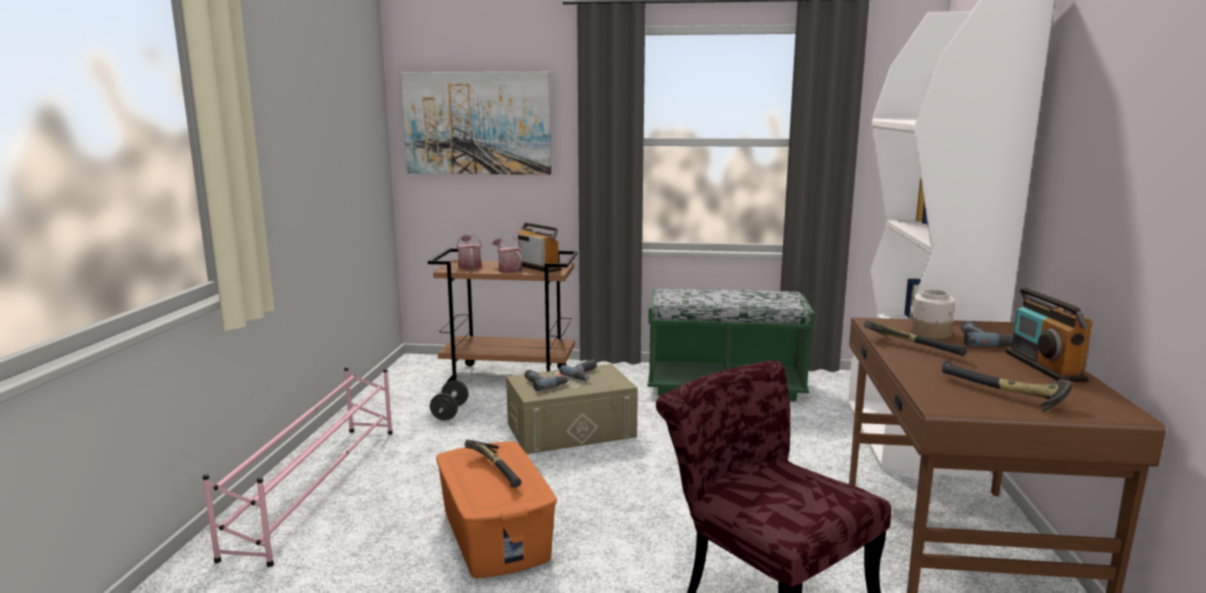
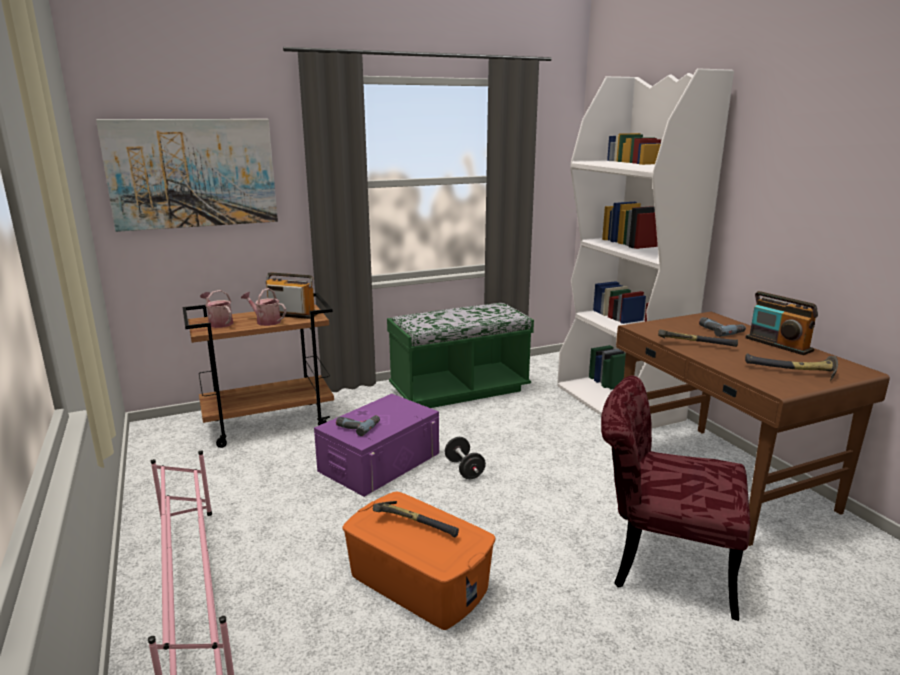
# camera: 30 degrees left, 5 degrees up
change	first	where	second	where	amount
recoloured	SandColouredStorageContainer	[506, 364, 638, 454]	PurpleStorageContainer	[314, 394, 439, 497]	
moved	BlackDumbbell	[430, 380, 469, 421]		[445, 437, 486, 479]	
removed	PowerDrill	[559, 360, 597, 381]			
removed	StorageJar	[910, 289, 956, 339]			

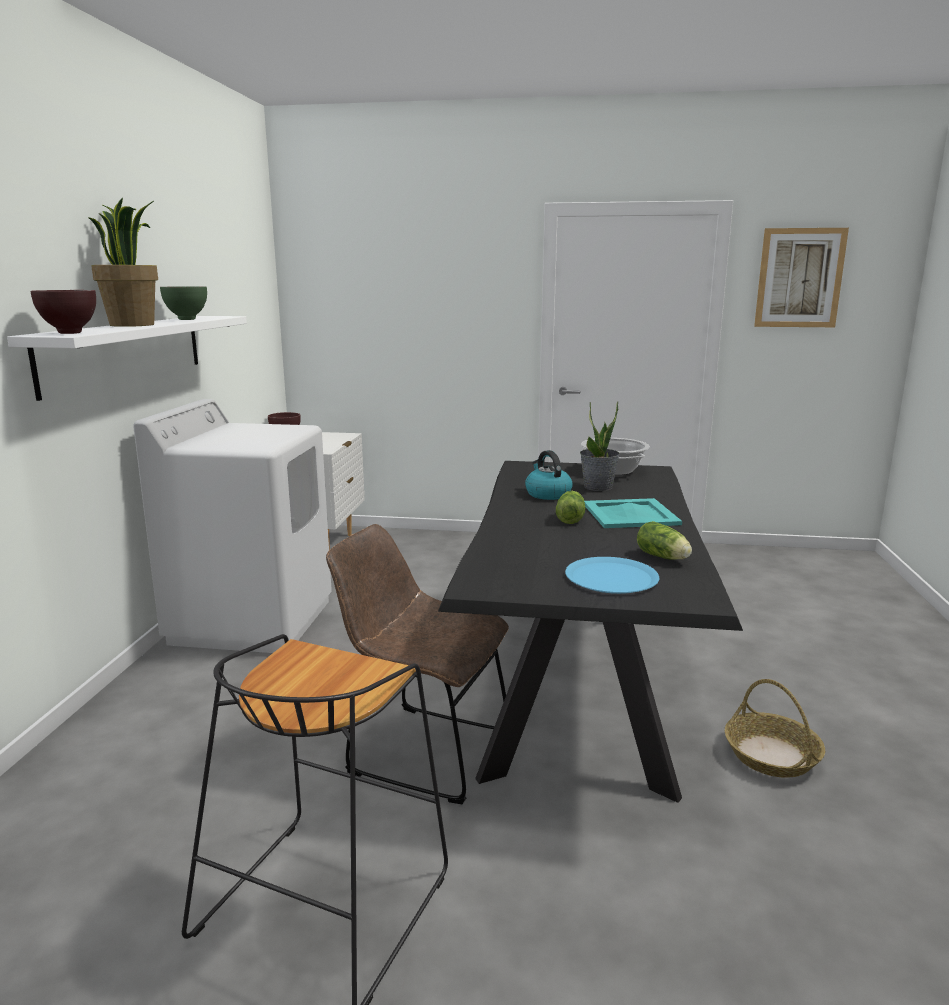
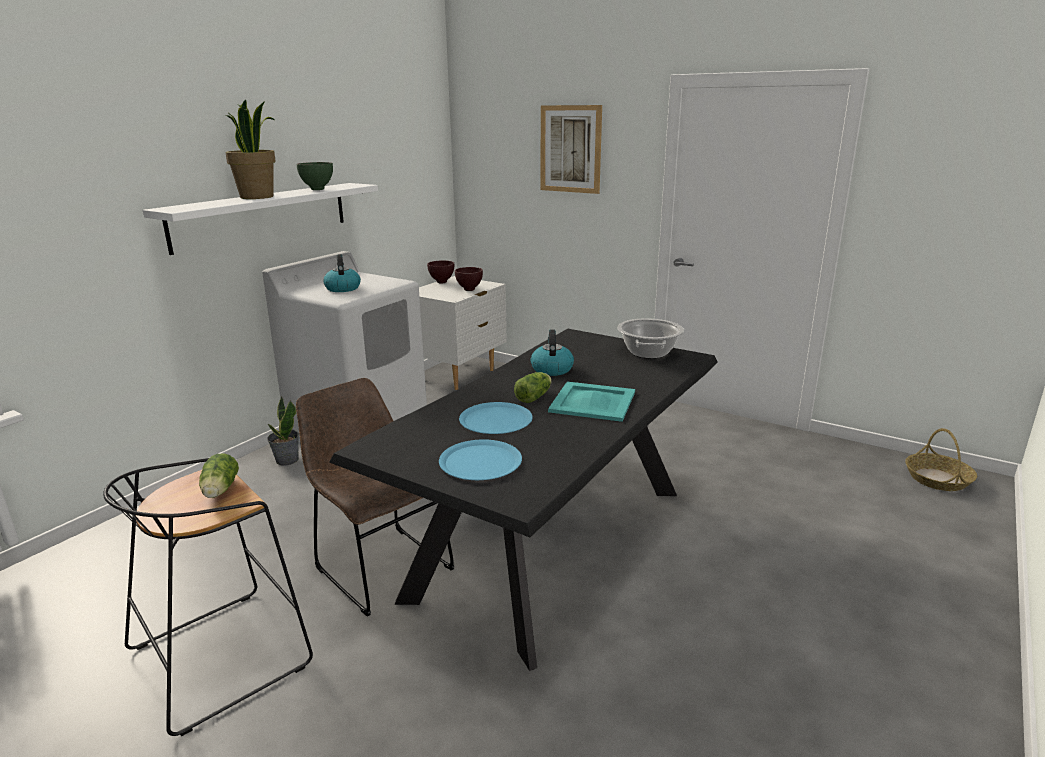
# camera: 25 degrees right, 5 degrees up
change	first	where	second	where	amount
moved	LettuceHead	[637, 521, 692, 560]		[199, 453, 239, 498]	
moved	Houseplant	[580, 401, 620, 491]		[267, 396, 299, 466]	
added			WaterKettle	[323, 254, 361, 292]	
moved	BrownBowl	[31, 290, 96, 334]		[455, 267, 483, 291]	
added			BluishDinnerPlate	[459, 402, 533, 434]	
moved	WallArt	[754, 228, 849, 327]		[541, 105, 602, 194]	
moved	HouseholdBasket	[725, 679, 825, 778]		[905, 428, 977, 491]	

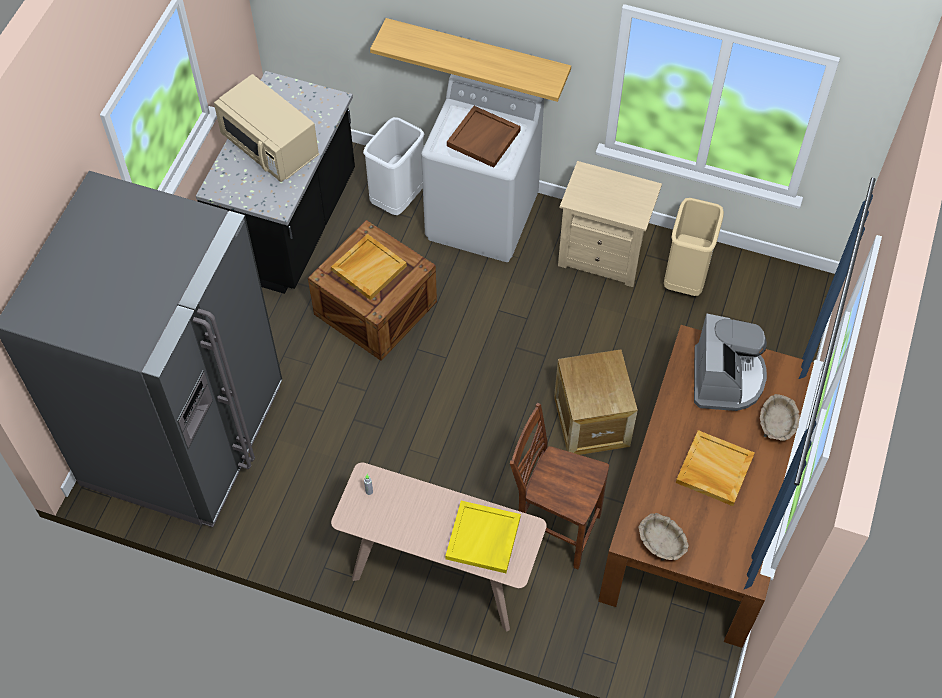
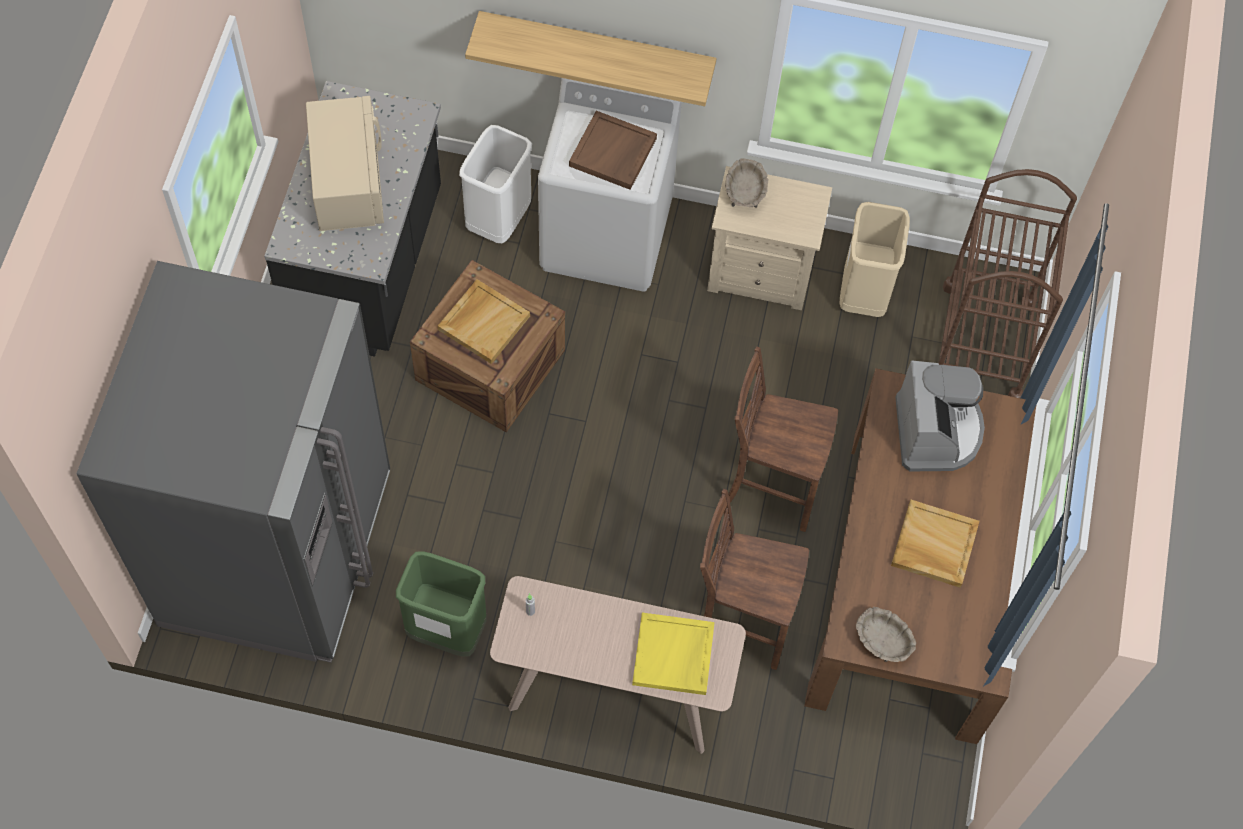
# camera: 10 degrees left, 5 degrees up
change	first	where	second	where	amount
turned	SandColouredMicrowaveOven	[214, 74, 319, 182]		[306, 96, 384, 231]	135 degrees counterclockwise
added			GreenColouredRubbishBin	[396, 551, 487, 657]	
moved	SandColouredBowl	[760, 394, 800, 441]		[725, 158, 768, 208]	
replaced	PackingCrate	[554, 349, 638, 455]	BrownUprightChair	[728, 347, 838, 532]	
added			BrownCart	[938, 169, 1077, 398]	

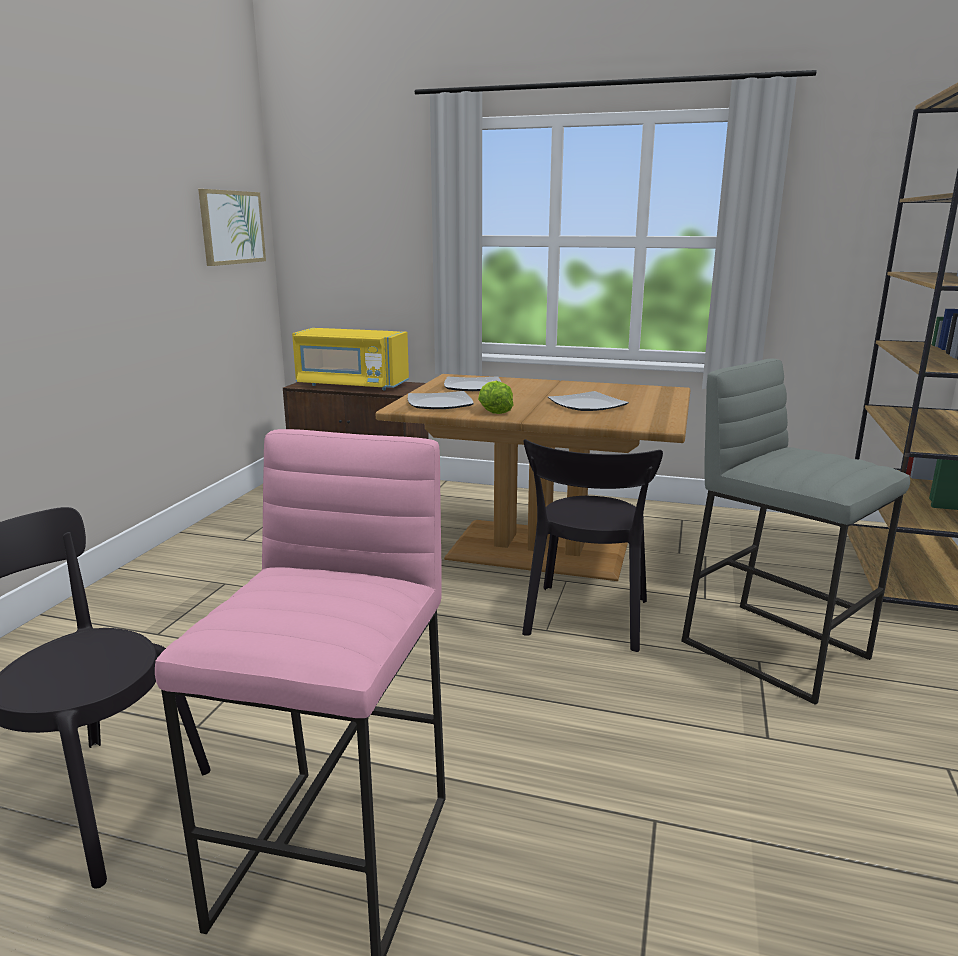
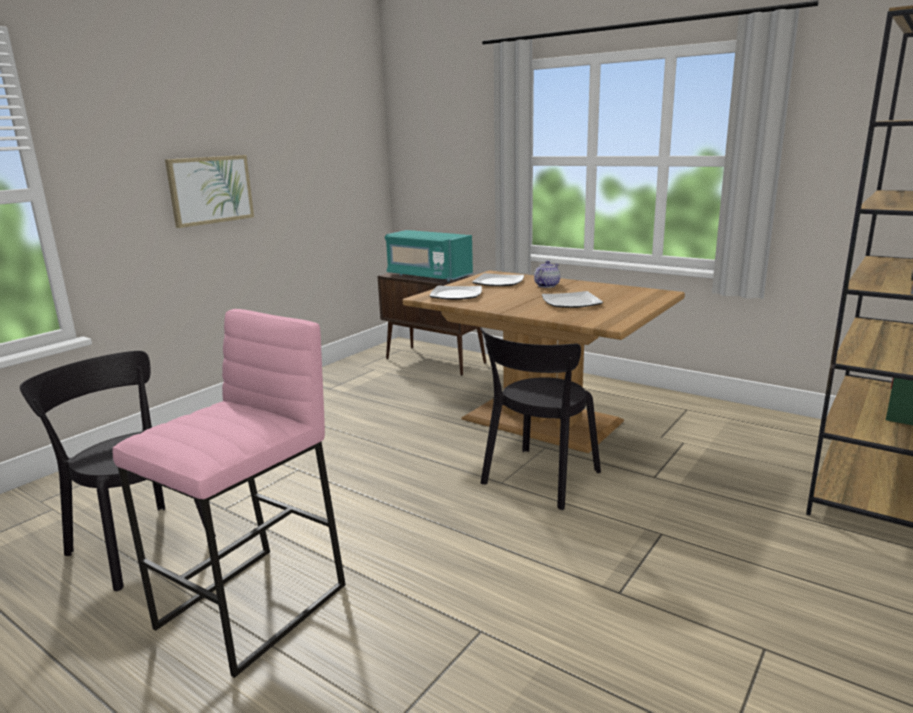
# camera: 20 degrees right, 0 degrees up
change	first	where	second	where	amount
moved	WallArt	[198, 189, 266, 266]		[165, 155, 254, 228]	
recoloured	YellowishMicrowaveOven	[292, 328, 409, 390]	TurquoiseColouredMicrowaveOven	[385, 230, 473, 282]	
added			PotForTea	[534, 261, 560, 288]	
removed	LettuceHead	[478, 381, 513, 414]			
removed	GraySittingStool	[681, 358, 910, 705]			

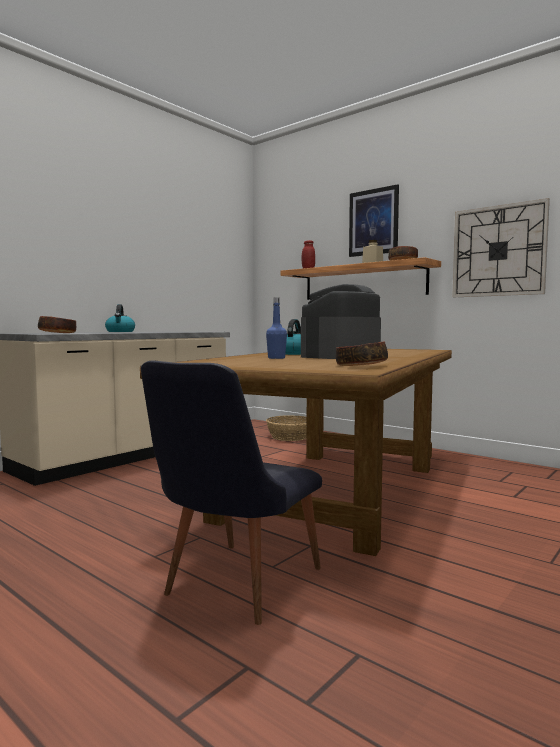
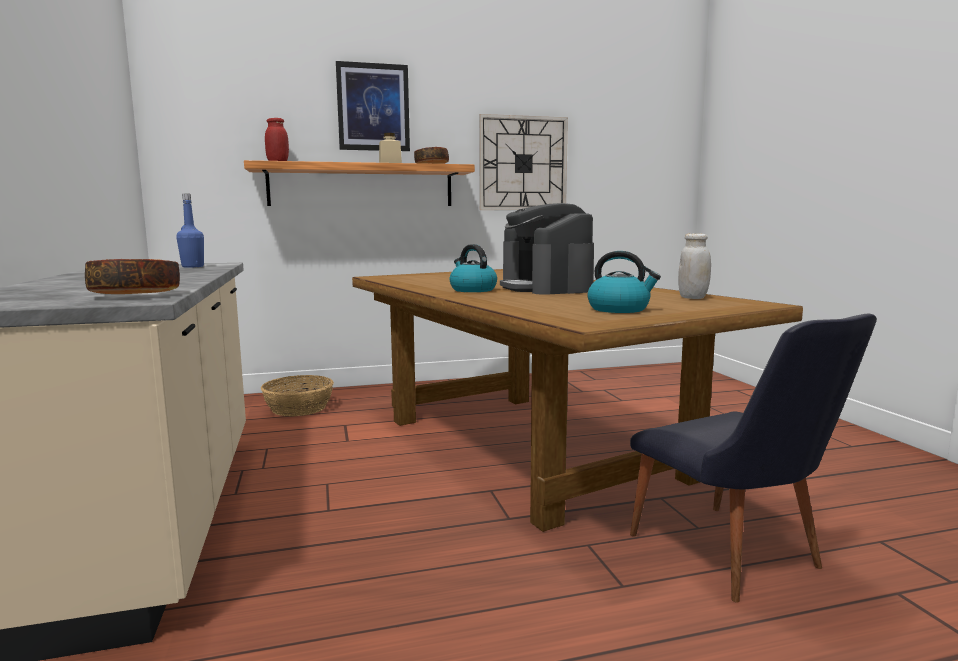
# camera: 55 degrees left, 5 degrees up
change	first	where	second	where	amount
moved	BluishBottle	[266, 297, 287, 359]		[176, 193, 204, 268]	
moved	WaterKettle	[105, 304, 135, 332]		[587, 251, 661, 313]	
replaced	Bowl	[336, 342, 388, 366]	WhiteColouredStorageJar	[678, 233, 711, 299]	

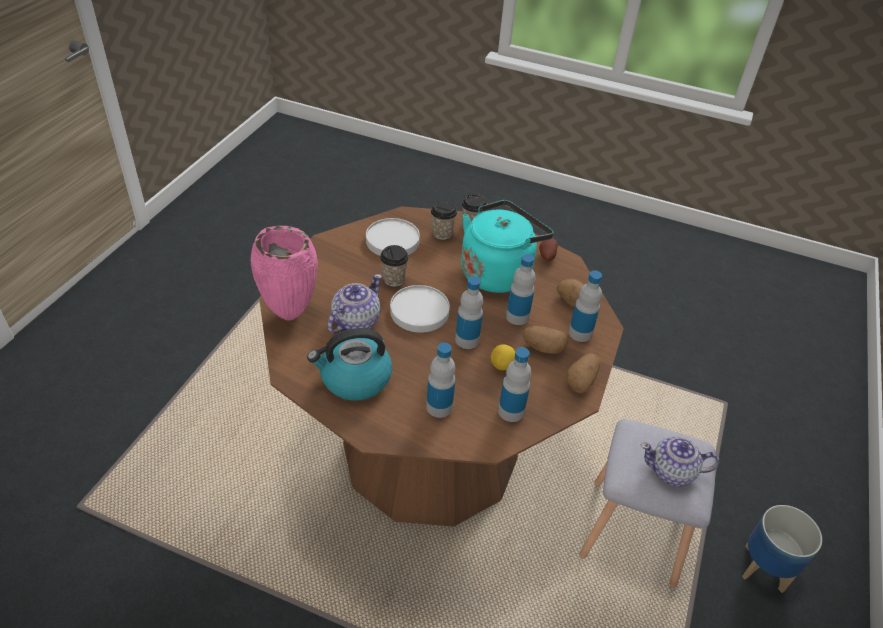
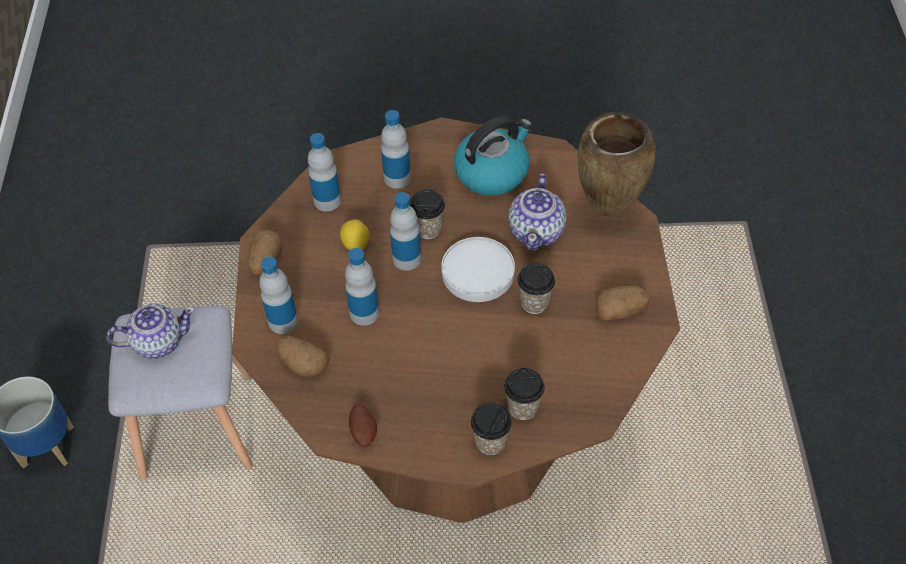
# camera: 160 degrees right, 10 degrees up
change	first	where	second	where	amount
added			SmallCup	[409, 189, 445, 239]	
recoloured	PinkFlowerVase	[251, 226, 318, 321]	BrownFlowerVase	[578, 112, 656, 216]	
moved	Potato	[523, 326, 568, 354]		[595, 286, 649, 321]	
removed	WhiteColouredDinnerPlate	[366, 218, 420, 256]			
removed	TurquoiseColouredWaterKettle	[461, 200, 554, 293]			

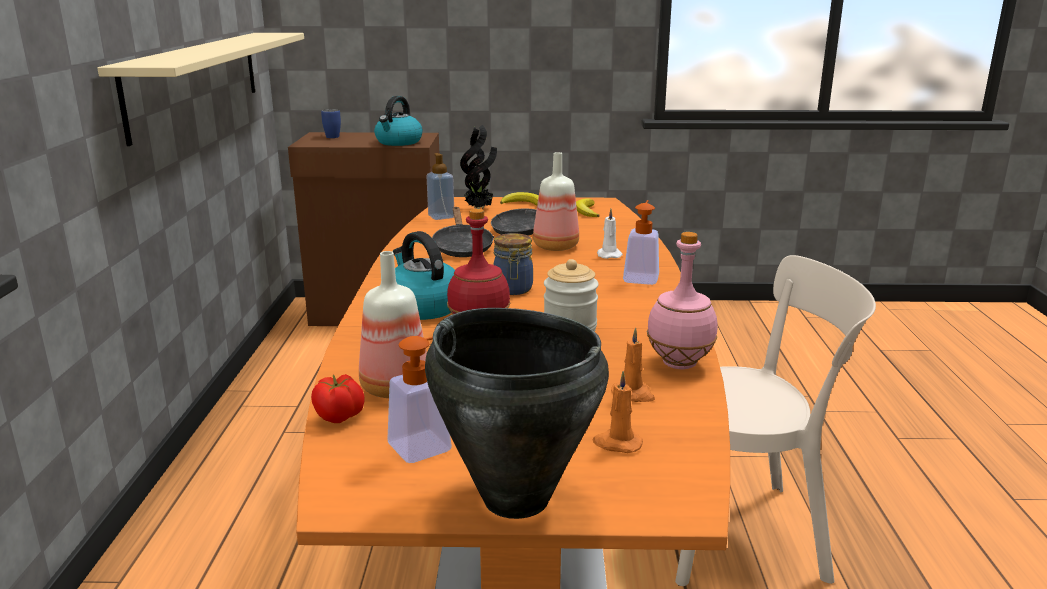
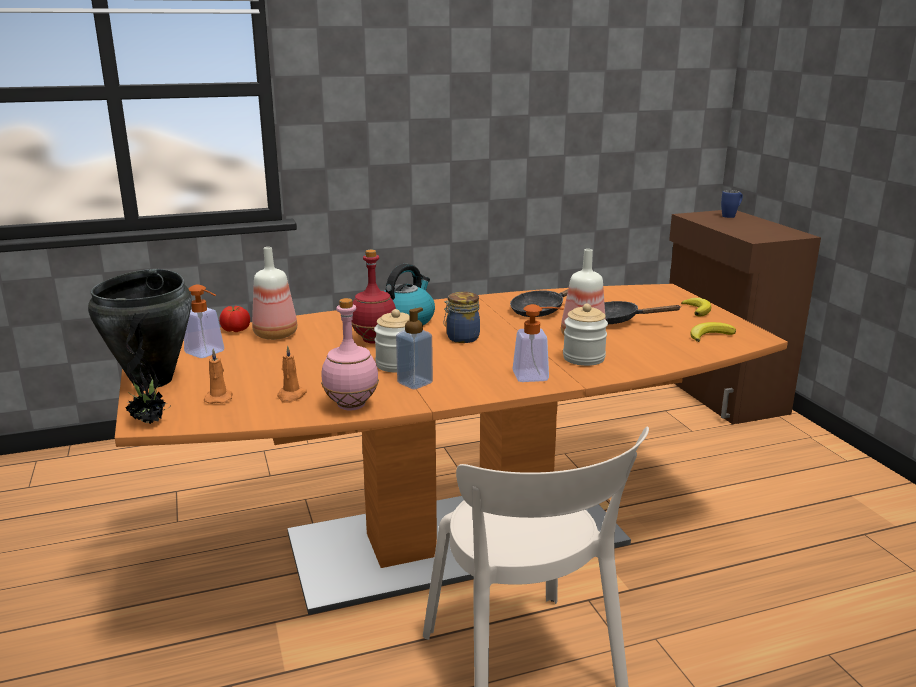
# camera: 70 degrees right, 0 degrees up
change	first	where	second	where	amount
moved	Houseplant	[460, 125, 497, 209]		[126, 312, 171, 424]	
moved	SoapDispenser	[426, 153, 454, 220]		[396, 307, 433, 389]	
replaced	WhiteColouredCandle	[597, 209, 623, 259]	StorageJar	[563, 304, 608, 366]	
removed	SandColouredBracketShelf	[97, 33, 304, 146]			
removed	WaterKettle	[374, 96, 423, 146]			

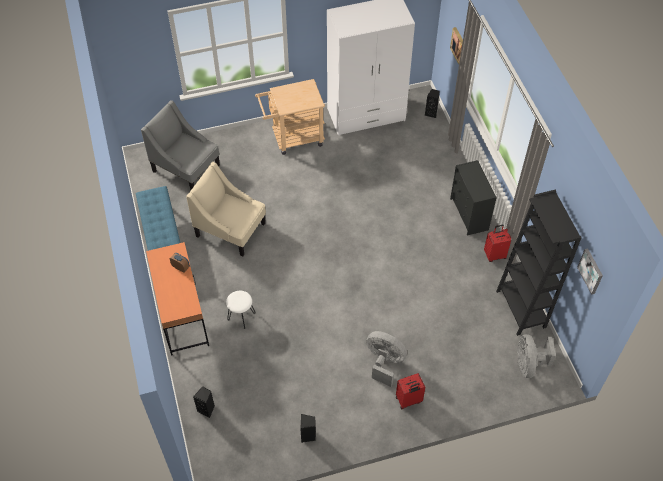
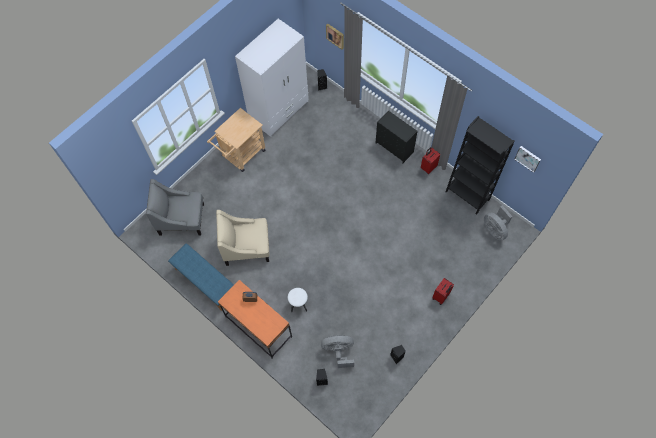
# camera: 30 degrees left, 10 degrees up
change	first	where	second	where	amount
moved	GrayCoolingFan	[366, 331, 407, 387]		[321, 335, 354, 368]	

